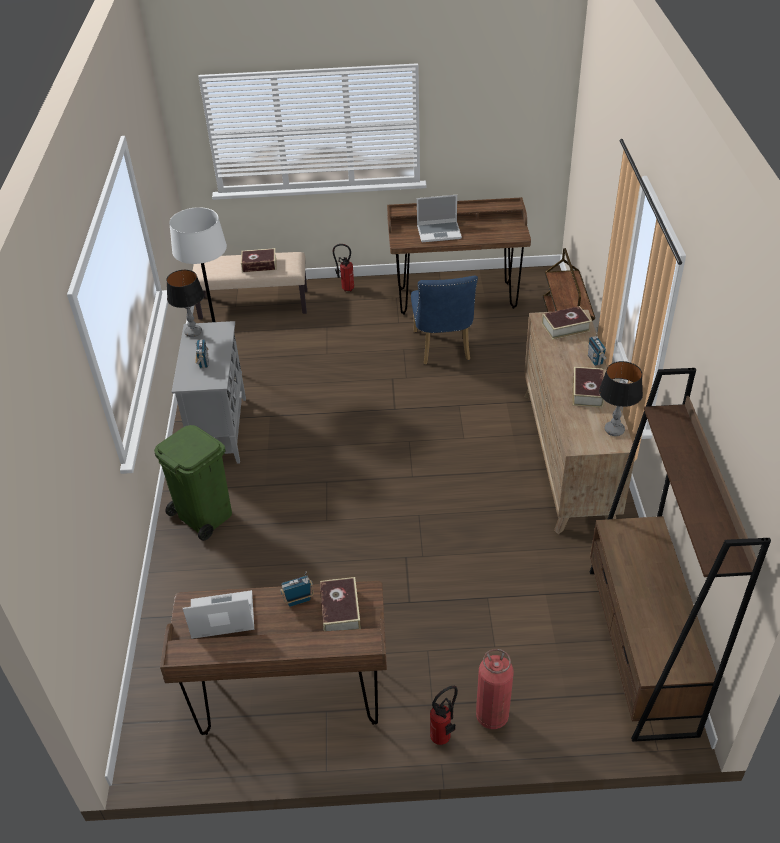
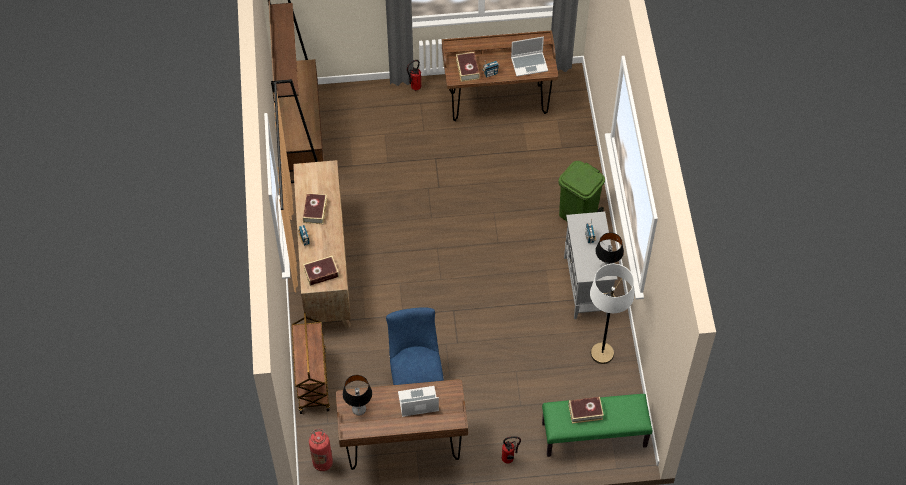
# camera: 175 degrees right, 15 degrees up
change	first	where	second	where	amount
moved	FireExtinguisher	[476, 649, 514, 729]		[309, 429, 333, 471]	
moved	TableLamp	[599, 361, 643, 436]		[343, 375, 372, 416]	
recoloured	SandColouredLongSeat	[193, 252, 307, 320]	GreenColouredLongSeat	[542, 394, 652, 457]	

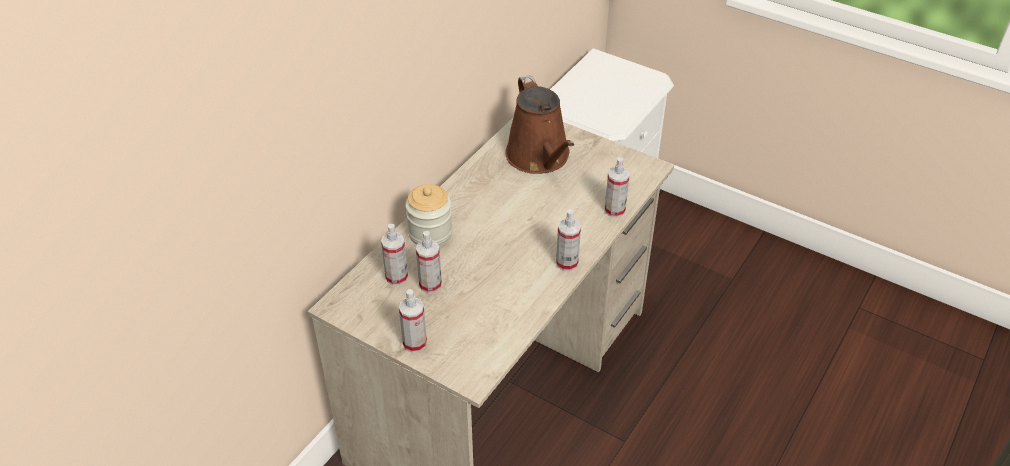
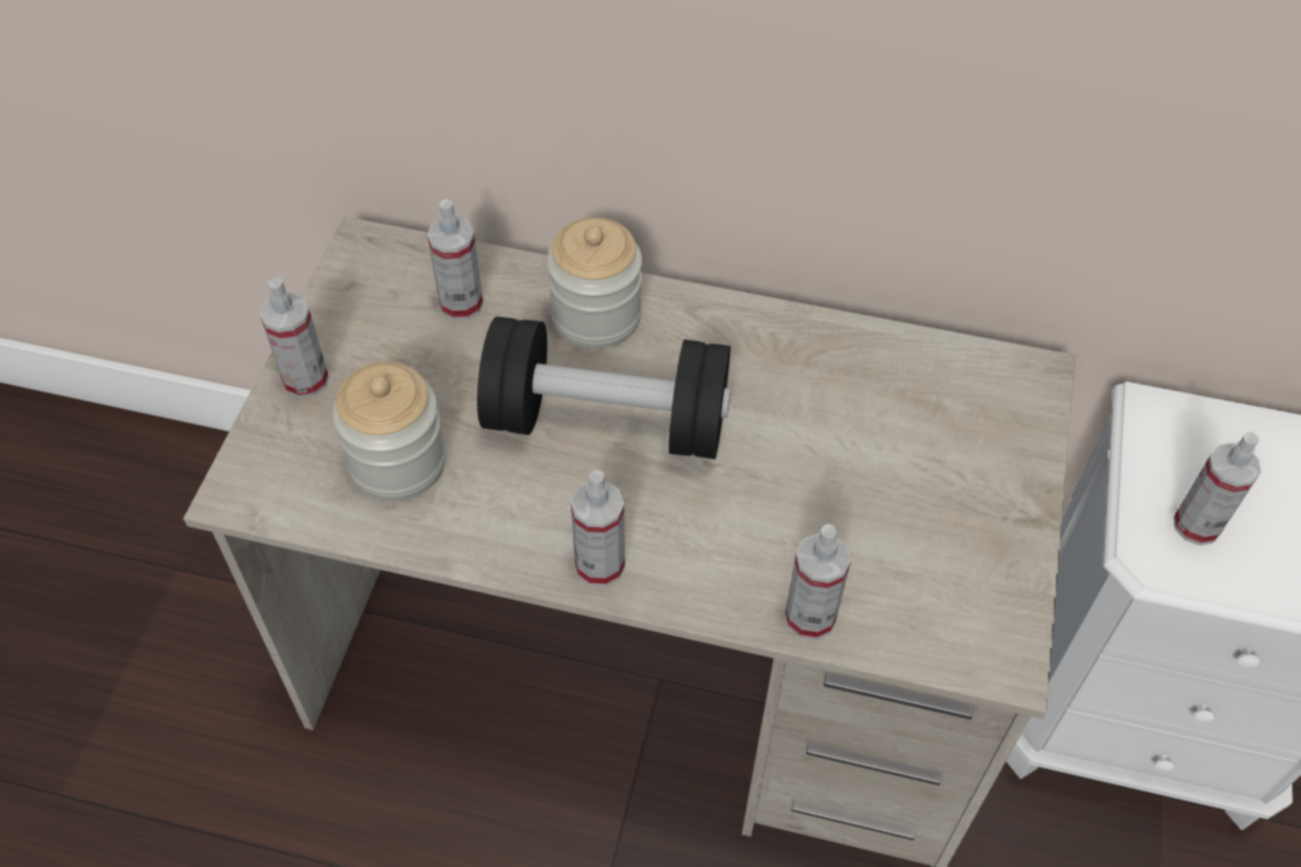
# camera: 70 degrees right, 10 degrees up
change	first	where	second	where	amount
added			StorageJar	[333, 362, 446, 501]	
added			BlackDumbbell	[477, 317, 731, 459]	
moved	HandSprayer	[416, 231, 442, 293]		[1173, 432, 1261, 545]	
removed	BrownWateringCan	[505, 75, 574, 174]			

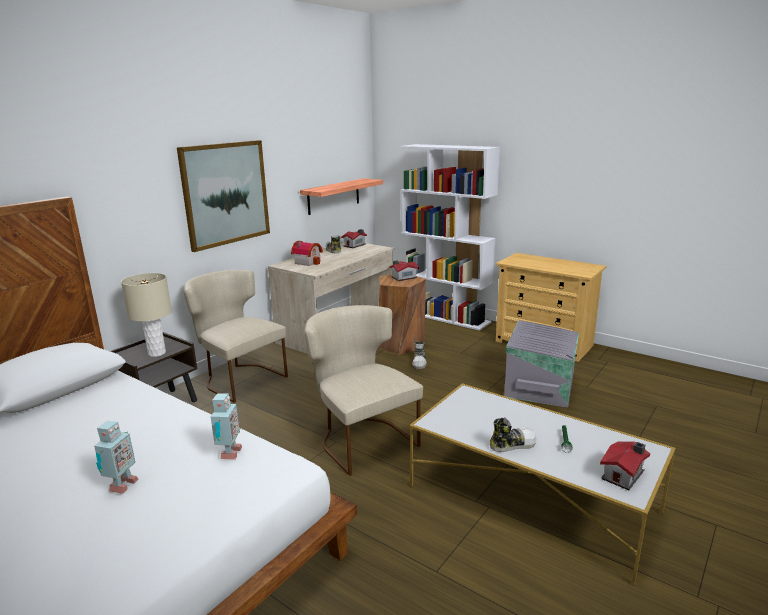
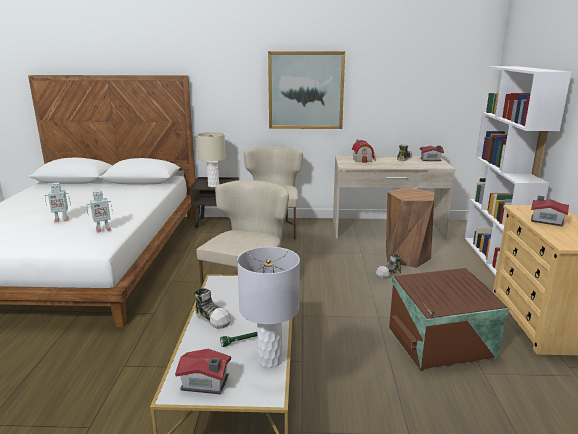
# camera: 55 degrees right, 0 degrees up
change	first	where	second	where	amount
added			GrayTableLamp	[237, 247, 300, 368]	
recoloured	GrayStorageContainer	[504, 320, 579, 408]	BrownStorageContainer	[389, 268, 509, 371]	
moved	MiniatureHouse	[389, 260, 419, 281]		[531, 196, 569, 226]	
removed	BracketShelf	[300, 178, 383, 215]			

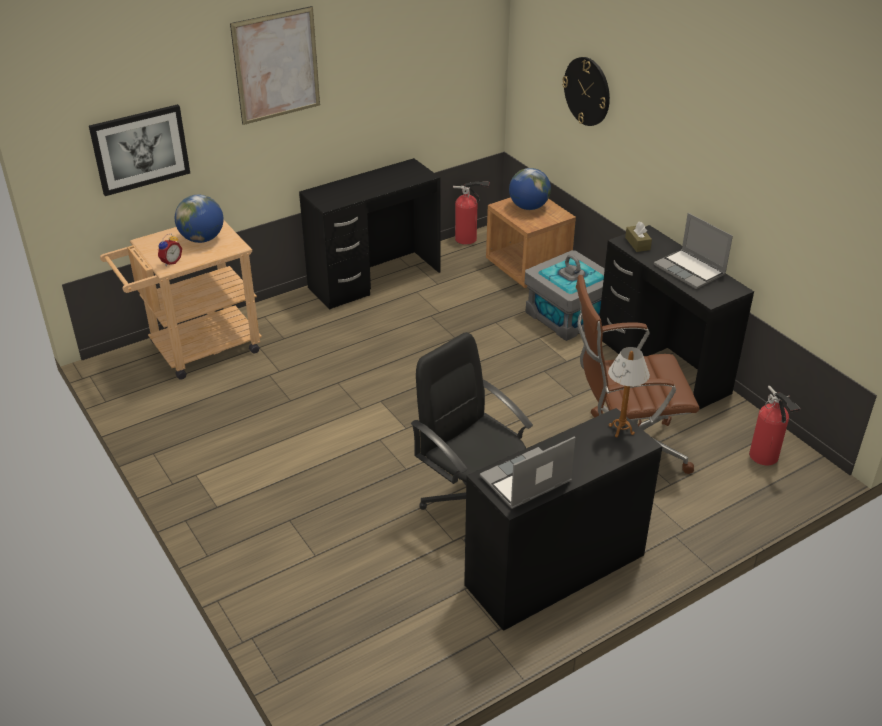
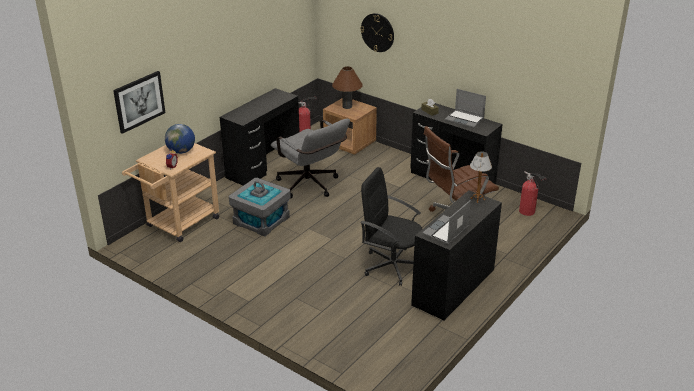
# camera: 20 degrees left, 5 degrees down
change	first	where	second	where	amount
moved	GrayStorageContainer	[525, 250, 605, 341]		[229, 178, 291, 237]	
added			GrayComputerChair	[271, 119, 350, 198]	
replaced	DeskGlobe	[509, 168, 551, 210]	BrownTableLamp	[332, 66, 362, 109]	
removed	WallArt	[230, 6, 320, 125]			

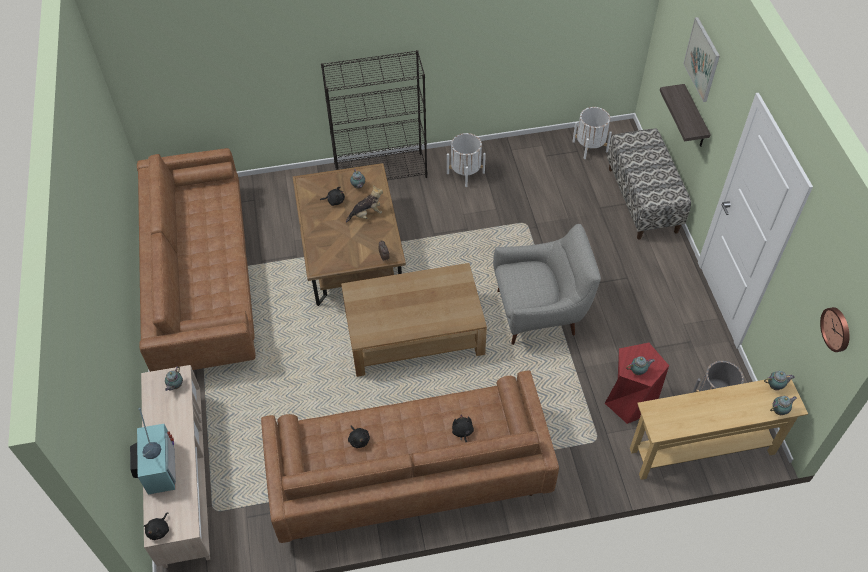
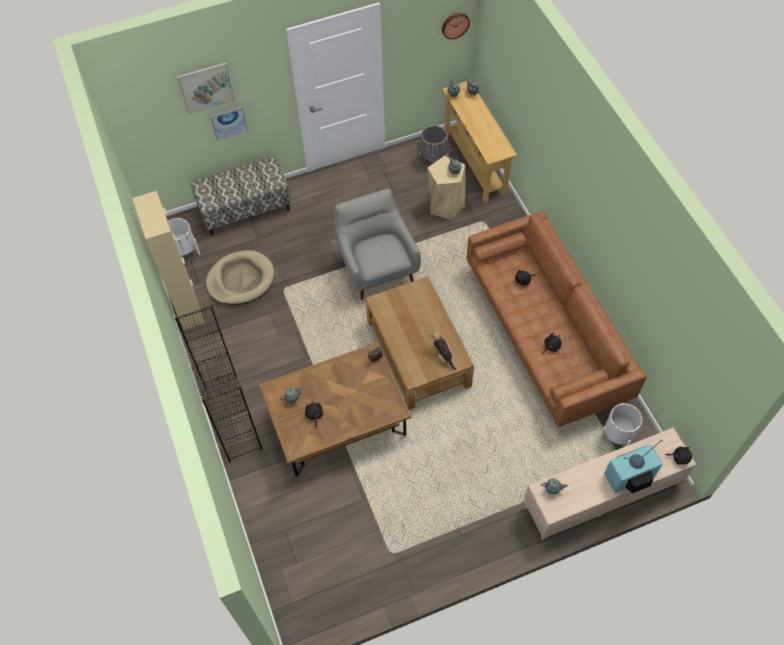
# camera: 100 degrees left, 5 degrees up
change	first	where	second	where	amount
added			SandColouredCabinet	[132, 191, 205, 330]	
added			SandColouredDogBed	[206, 250, 274, 305]	
replaced	BracketShelf	[660, 84, 711, 147]	WallArt	[210, 107, 248, 141]	
recoloured	RedSittingStool	[605, 343, 669, 424]	SandColouredSittingStool	[427, 156, 465, 220]	
moved	PlushToy	[346, 185, 383, 223]		[429, 328, 456, 370]	
moved	WhiteColouredPlantPot	[447, 133, 486, 187]		[599, 403, 643, 447]	
removed	BrownCouch	[137, 148, 256, 372]			

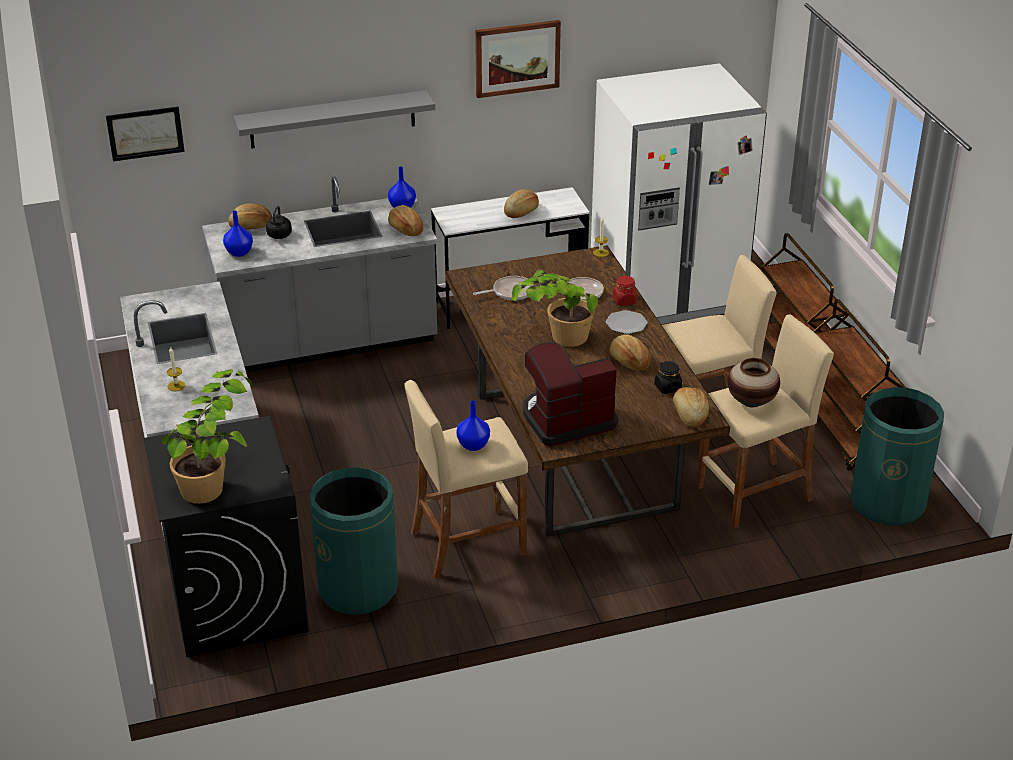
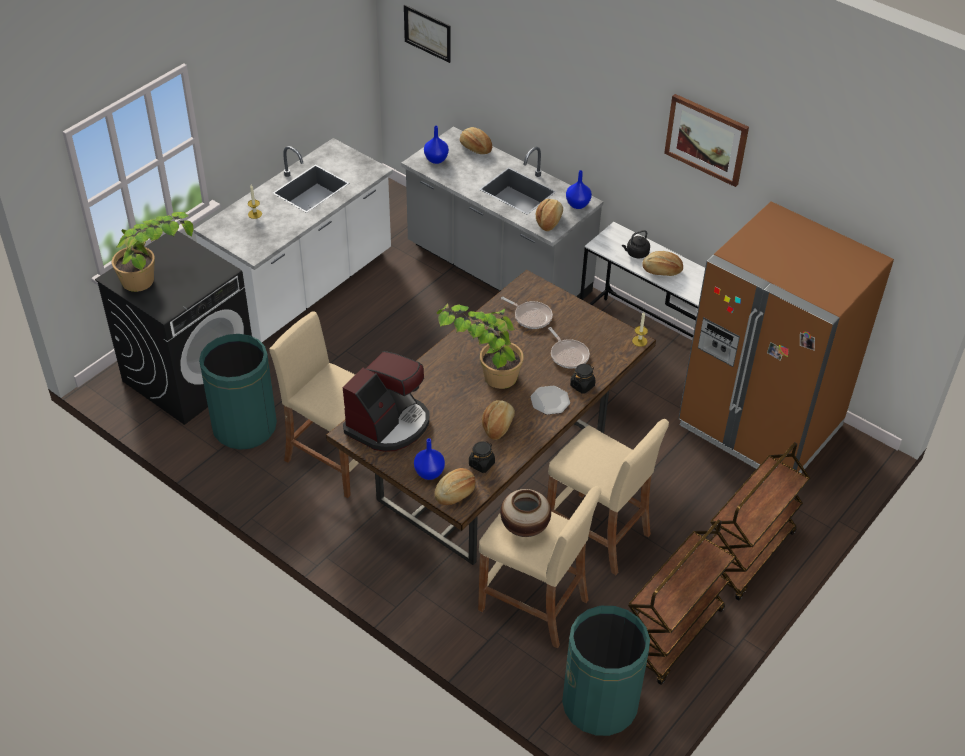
# camera: 55 degrees right, 10 degrees up
change	first	where	second	where	amount
turned	CoffeeMaker	[523, 342, 618, 447]		[343, 351, 429, 452]	90 degrees clockwise
moved	BluishFlowerVase	[457, 400, 490, 451]		[414, 438, 445, 480]	
recoloured	RedStorageJar	[613, 276, 637, 306]	BlackStorageJar	[570, 364, 595, 394]	
moved	BlackWaterKettle	[266, 206, 292, 239]		[622, 230, 650, 258]	
recoloured	WhiteColouredKitchenFridge	[591, 63, 767, 324]	BrownKitchenFridge	[678, 201, 894, 473]	
removed	GrayBracketShelf	[234, 90, 435, 148]			

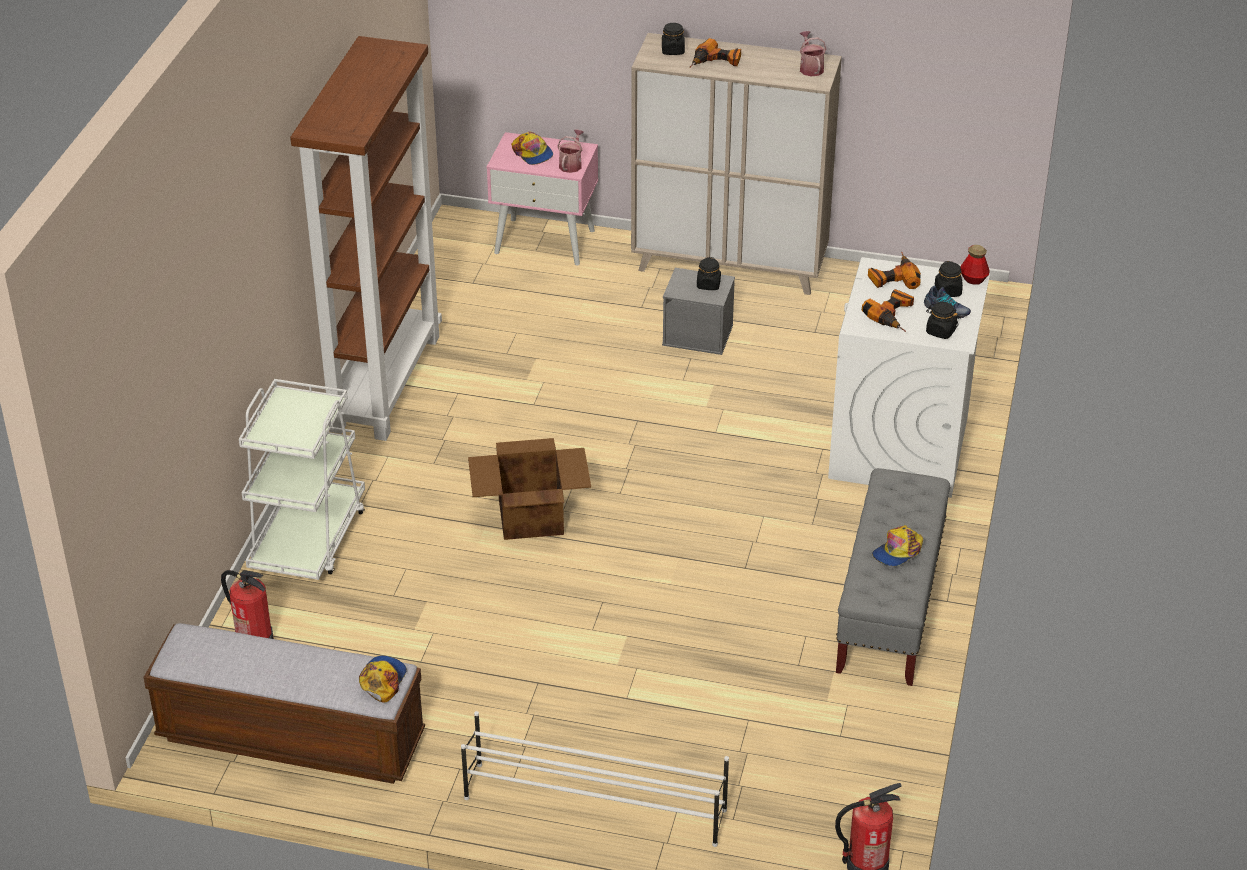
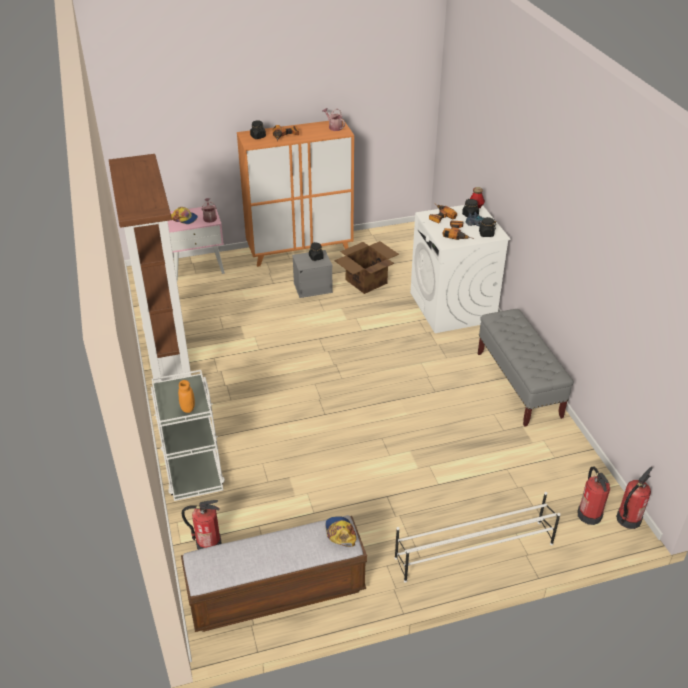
# camera: 30 degrees left, 0 degrees up
change	first	where	second	where	amount
added			OrangeyStorageJar	[178, 380, 195, 413]	
recoloured	SandColouredCabinet	[631, 33, 842, 295]	OrangeyCabinet	[237, 119, 354, 267]	
moved	PackingBox	[468, 438, 591, 540]		[334, 241, 399, 294]	
added			FireExtinguisher	[577, 466, 610, 525]	
removed	Cap	[872, 525, 923, 566]			

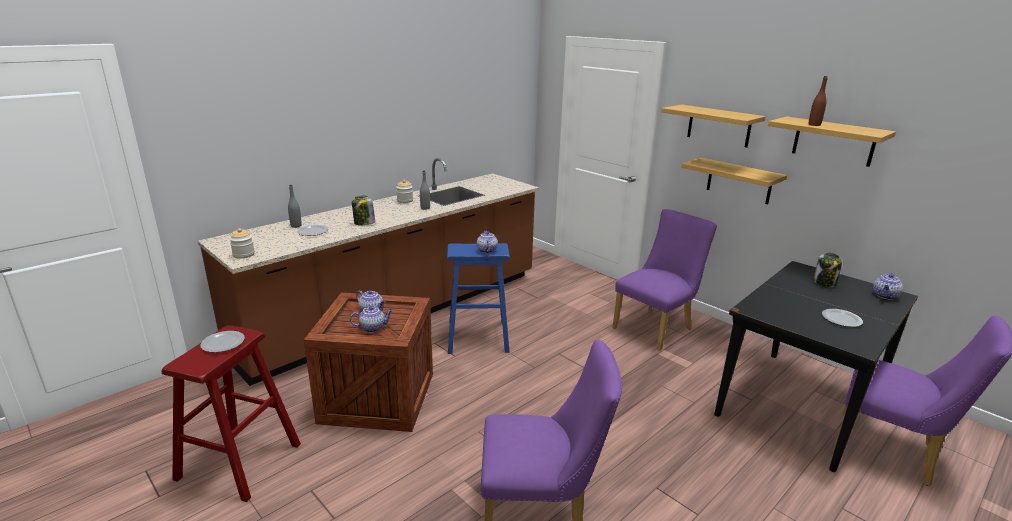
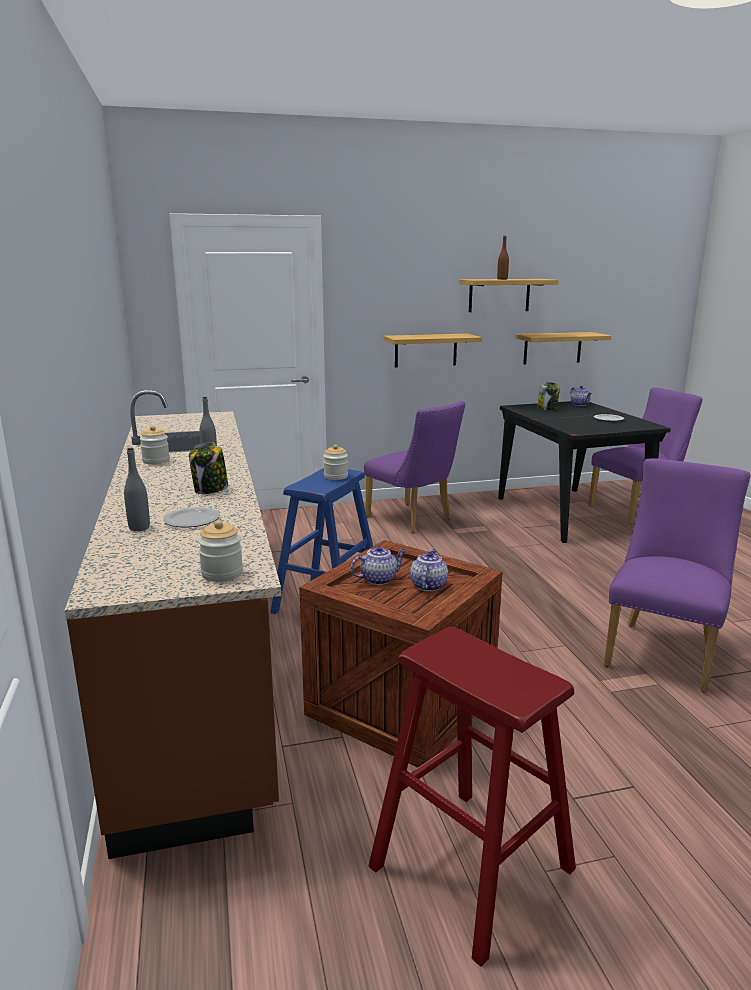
# camera: 60 degrees left, 5 degrees down
change	first	where	second	where	amount
replaced	PotForTea	[477, 231, 498, 253]	StorageJar	[323, 445, 348, 480]	
turned	PurpleUprightChair	[612, 209, 717, 351]		[364, 401, 466, 533]	150 degrees clockwise
moved	BracketShelf	[661, 105, 766, 148]		[515, 332, 611, 365]	
removed	DinnerPlate	[200, 331, 245, 353]			

